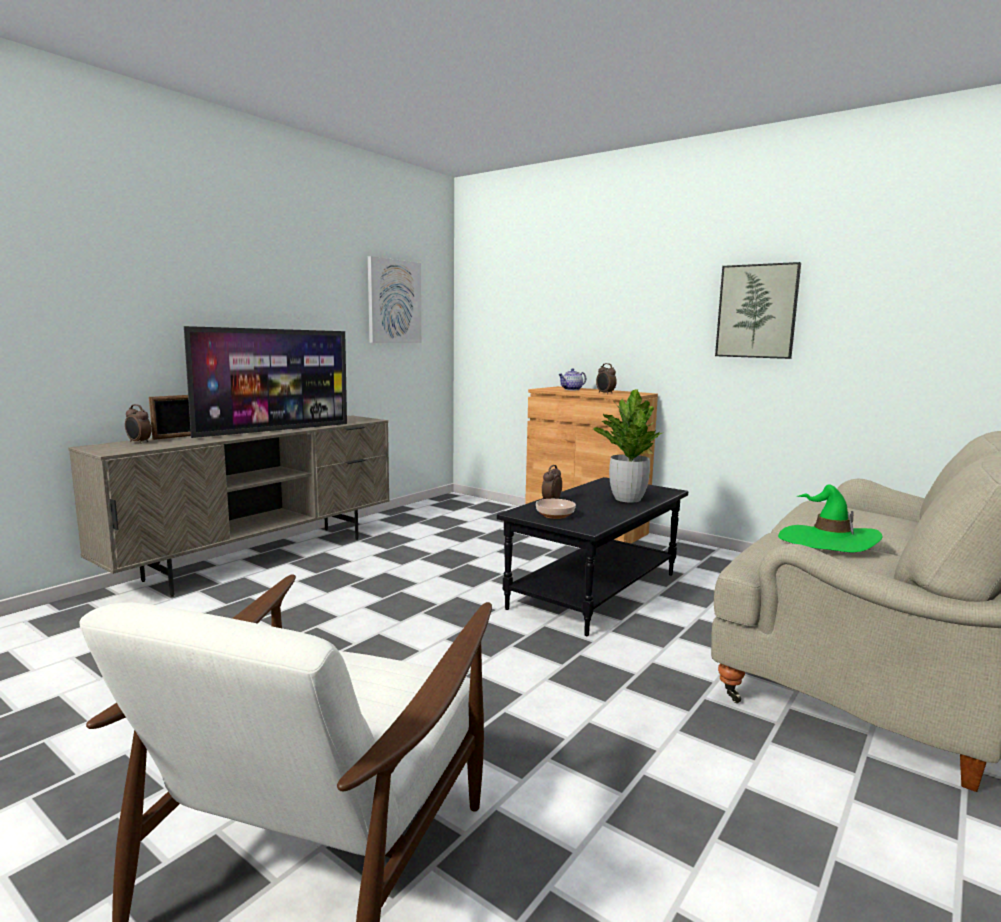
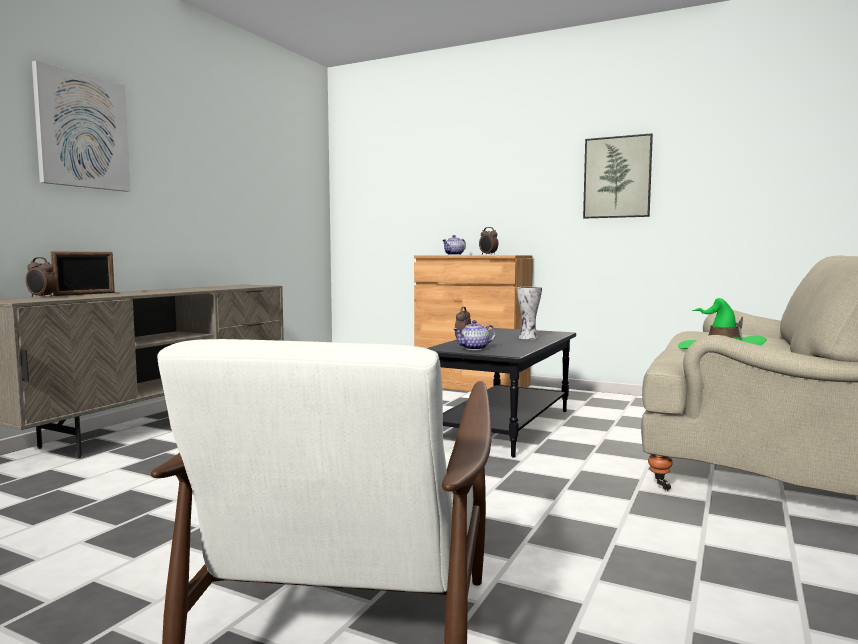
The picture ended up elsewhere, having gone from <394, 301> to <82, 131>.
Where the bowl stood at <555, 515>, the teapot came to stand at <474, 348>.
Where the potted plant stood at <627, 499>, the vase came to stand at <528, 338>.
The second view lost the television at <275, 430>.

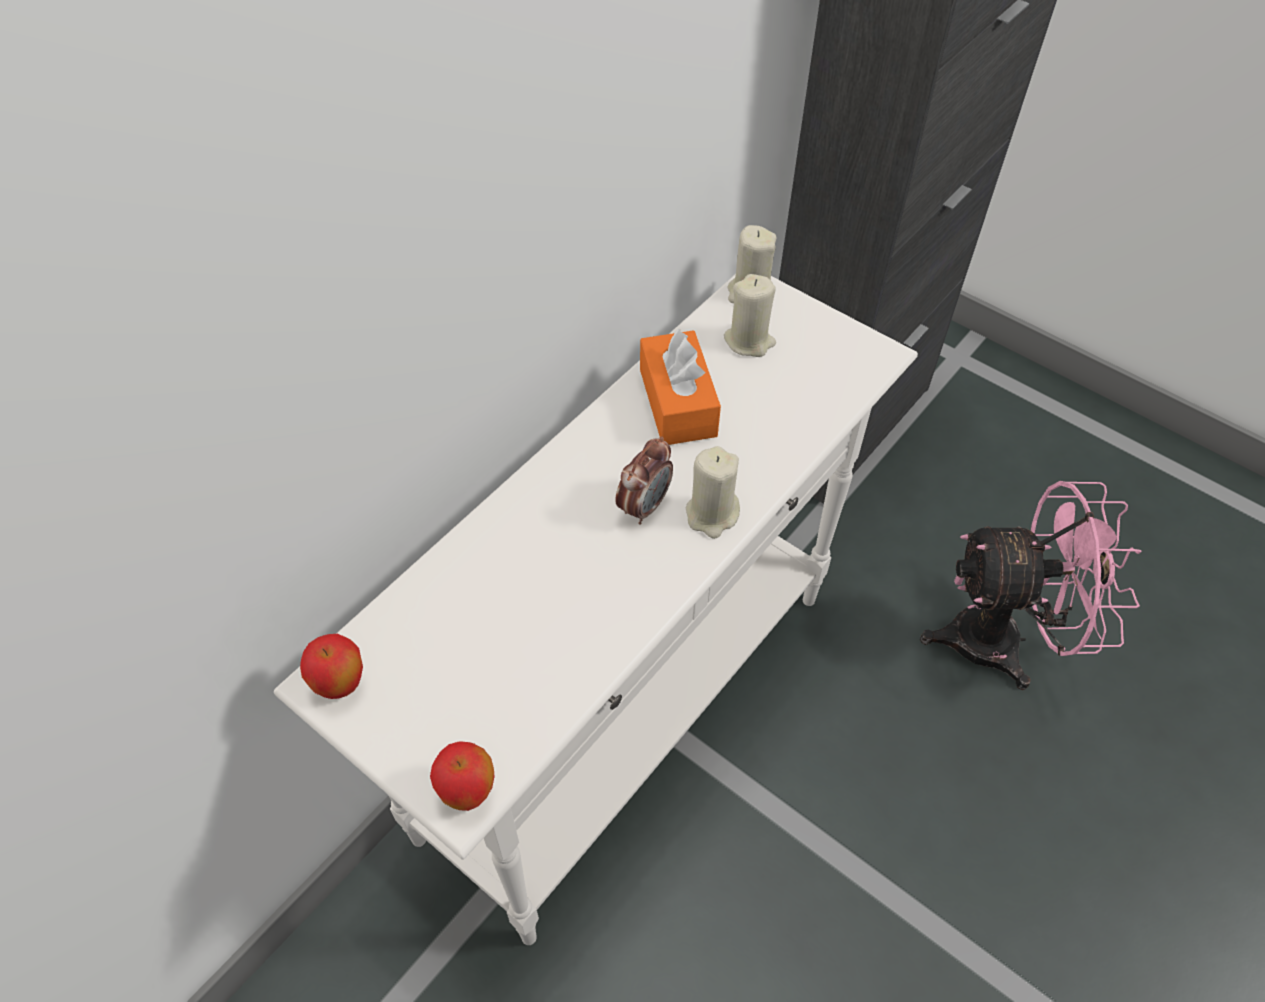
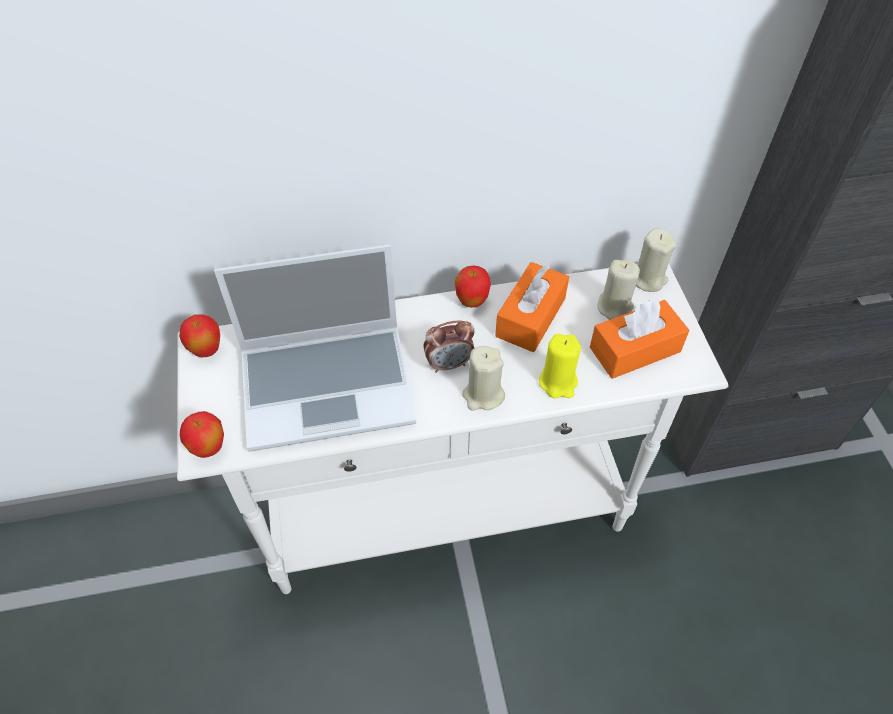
The second view gained the laptop at <329, 385>.
The second view gained the apple at <472, 302>.
The second view gained the yellow candle at <558, 382>.
The second view gained the orange tissue box at <635, 349>.
The second view lost the pink fan at <1003, 640>.

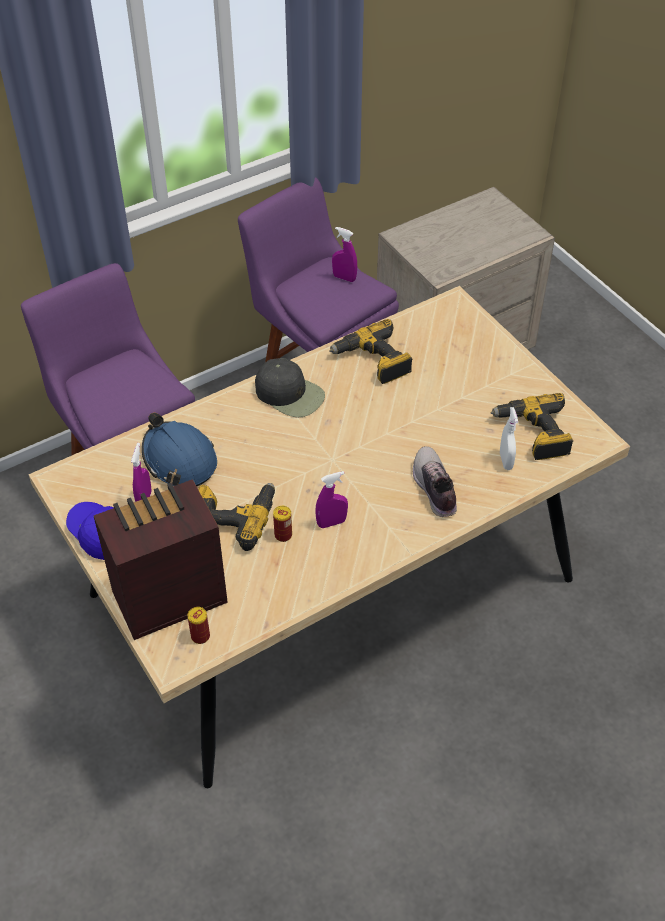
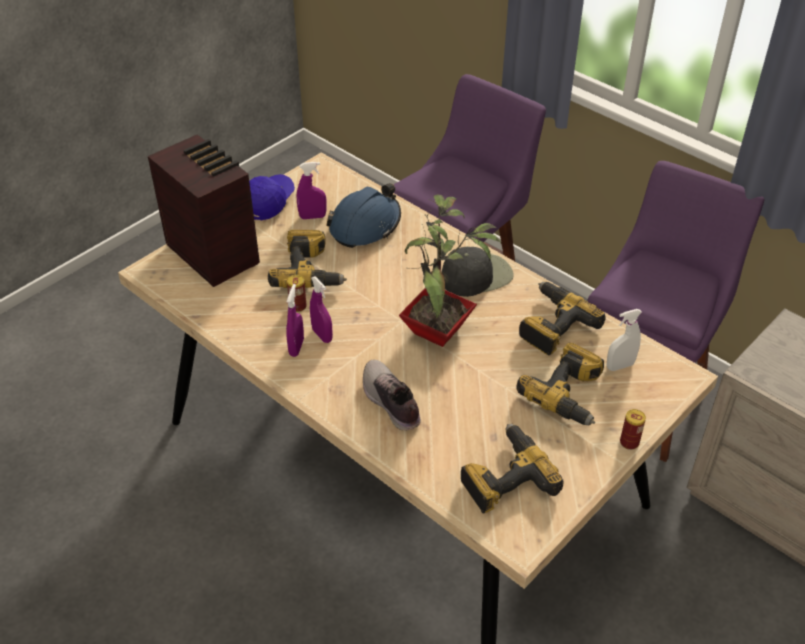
The purple spray bottle ended up elsewhere, having gone from <344, 278> to <296, 347>.
The shoe at <434, 488> ended up facing another way, 90 degrees counterclockwise from before.
The second view gained the potted plant at <440, 332>.
The black cap at <290, 394> ended up facing another way, 135 degrees counterclockwise from before.
The second view gained the power drill at <569, 394>.
The white spray bottle ended up elsewhere, having gone from <505, 461> to <620, 366>.
The can ended up elsewhere, having gone from <200, 636> to <629, 442>.

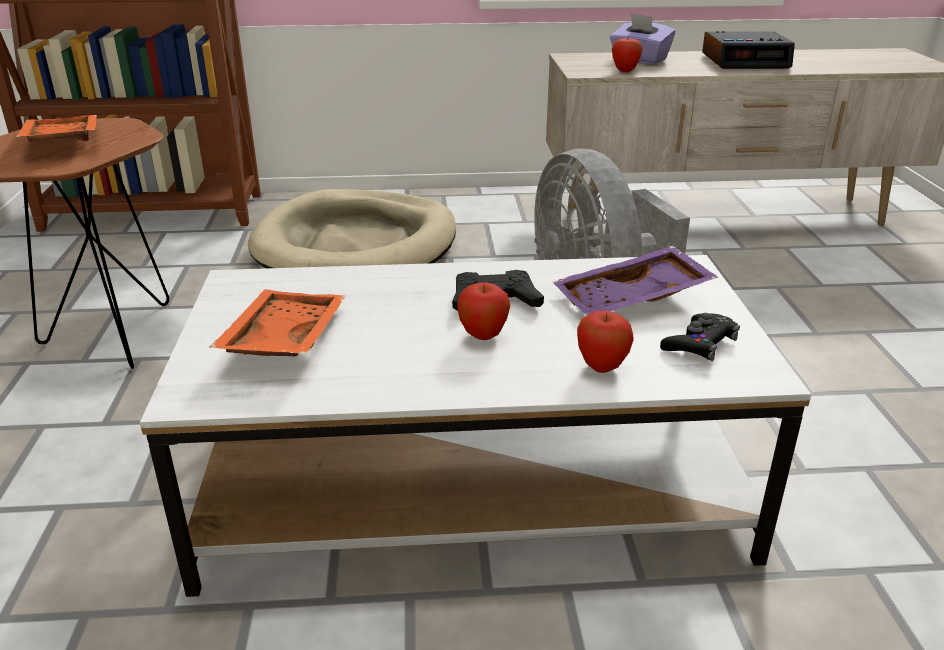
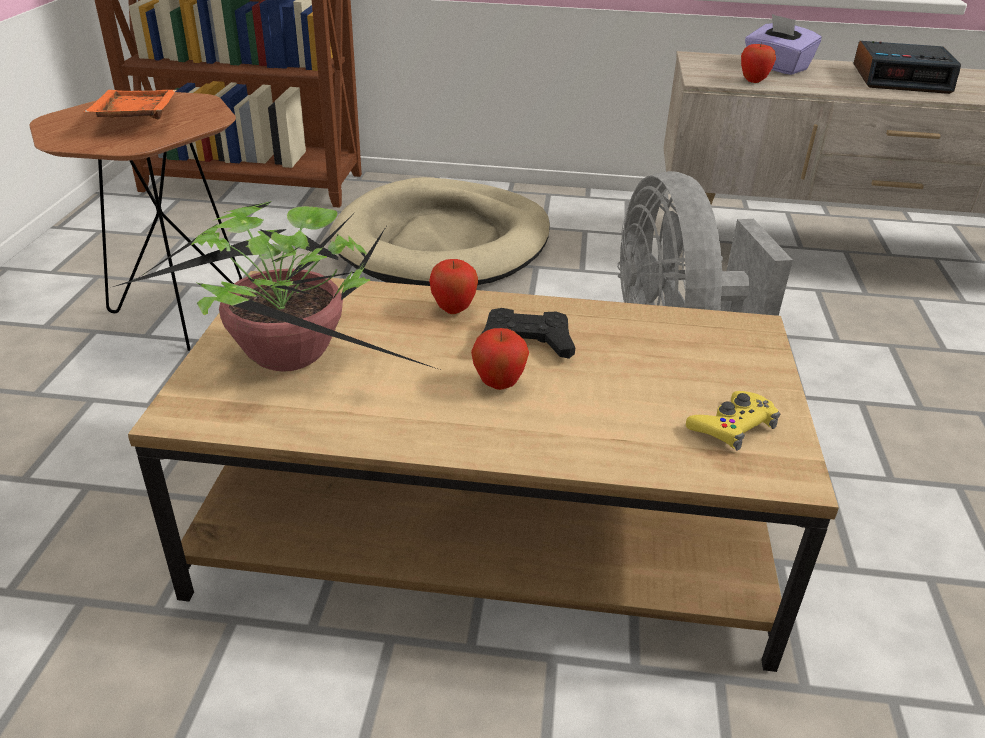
Where the orange tray stood at <282, 339>, the potted plant came to stand at <293, 360>.
What was the white coffee table at <471, 482> turned into the brown coffee table at <487, 525>.
The apple ended up elsewhere, having gone from <601, 367> to <453, 309>.
What was the black game controller at <700, 344> turned into the yellow game controller at <732, 426>.
The second view lost the purple tray at <632, 300>.

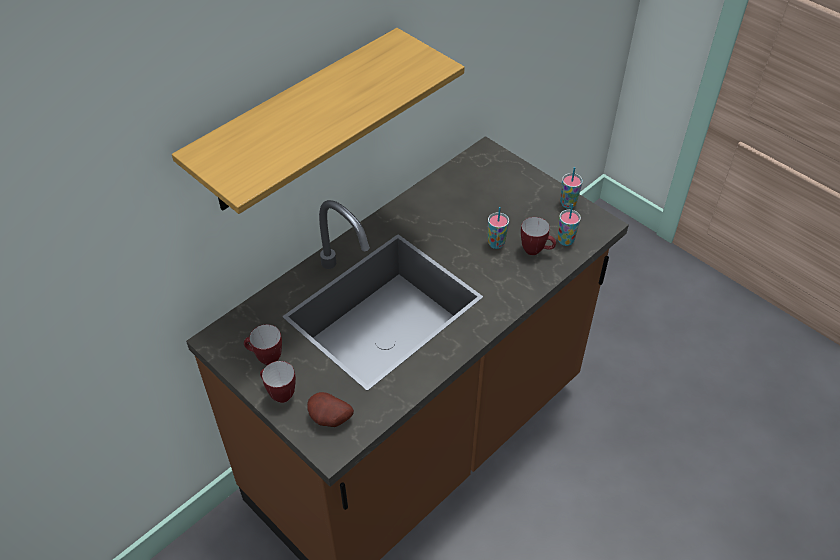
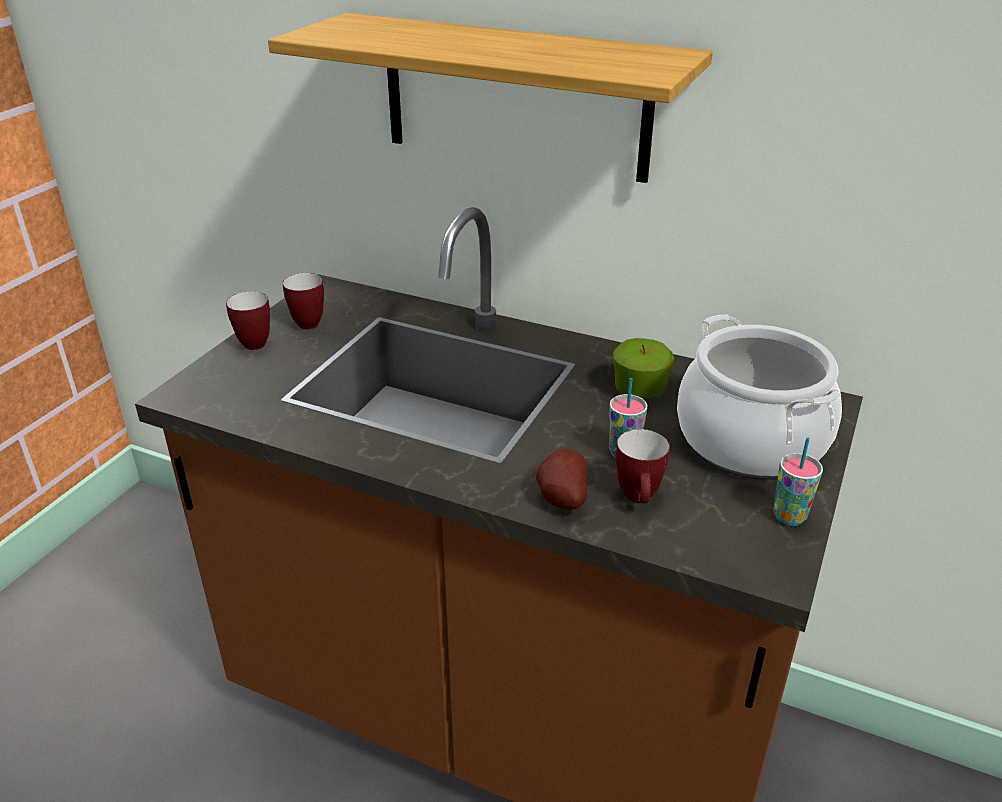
The potato ended up elsewhere, having gone from <329, 420> to <560, 499>.
The second view gained the apple at <639, 391>.
The second view gained the cooking pot at <751, 439>.
The second view lost the cup at <565, 240>.

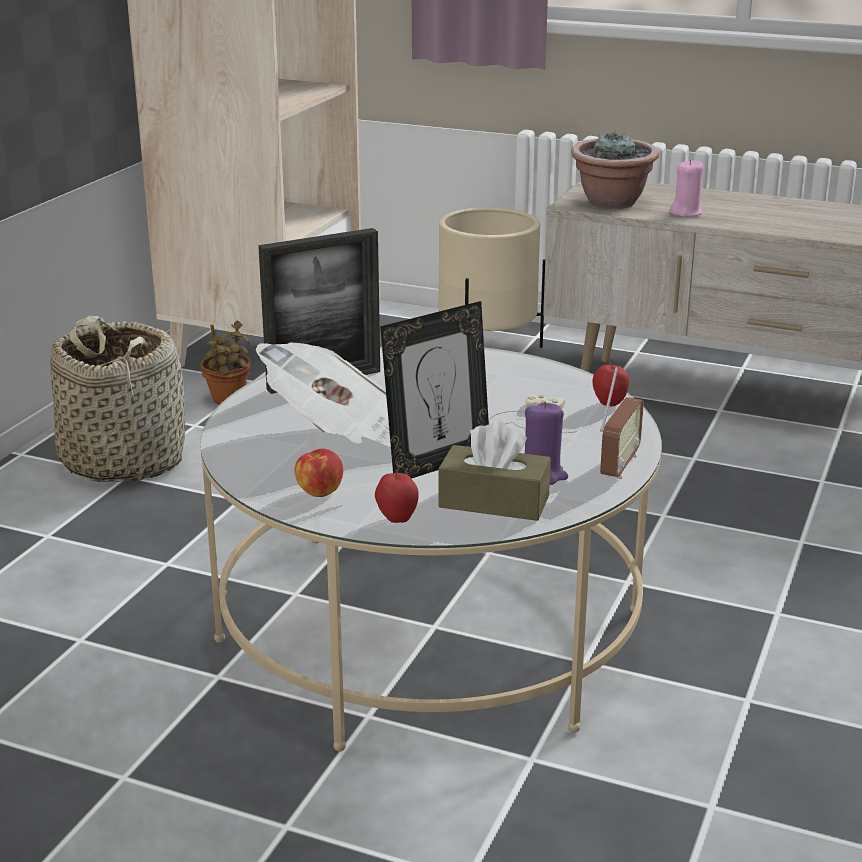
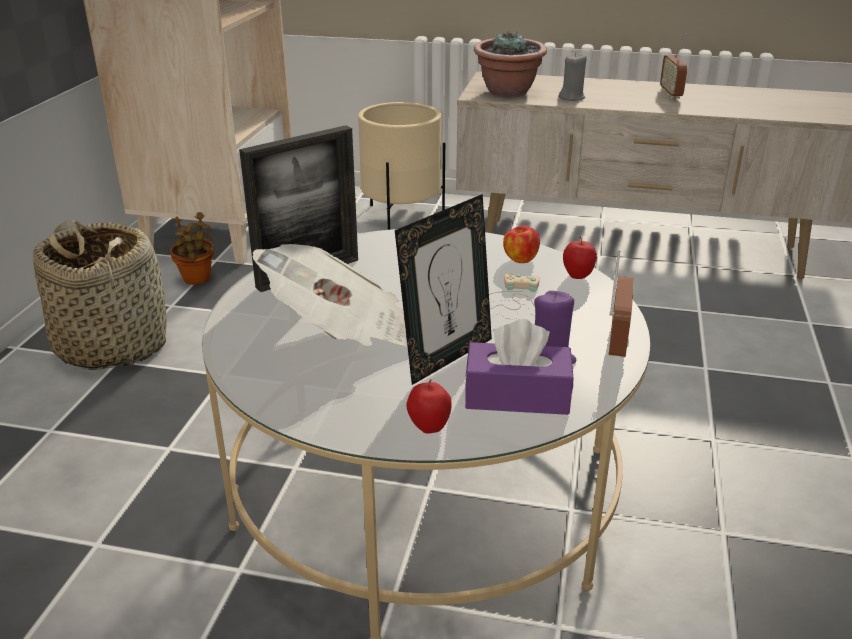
What was the brown tissue box at <494, 501> turned into the purple tissue box at <517, 396>.
The apple ended up elsewhere, having gone from <319, 492> to <520, 259>.
What was the pink candle at <686, 213> turned into the grey candle at <571, 97>.
The second view gained the radio at <671, 94>.

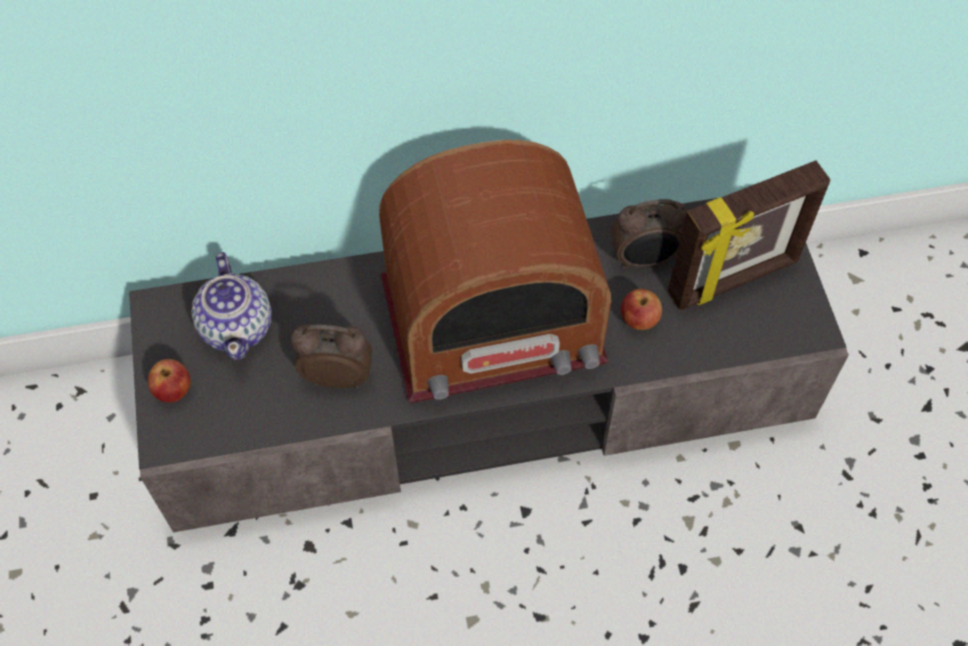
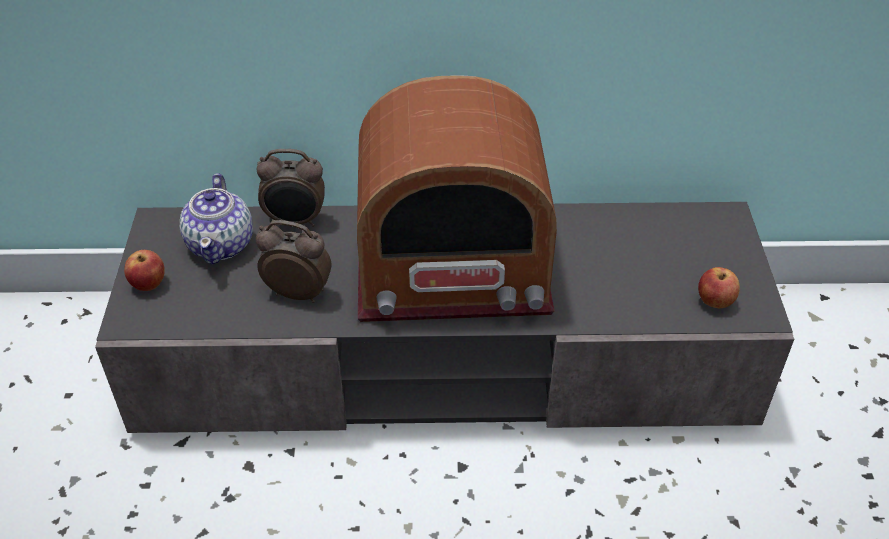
The alarm clock ended up elsewhere, having gone from <644, 259> to <295, 221>.
The apple ended up elsewhere, having gone from <638, 320> to <714, 301>.
The second view lost the picture frame at <734, 279>.

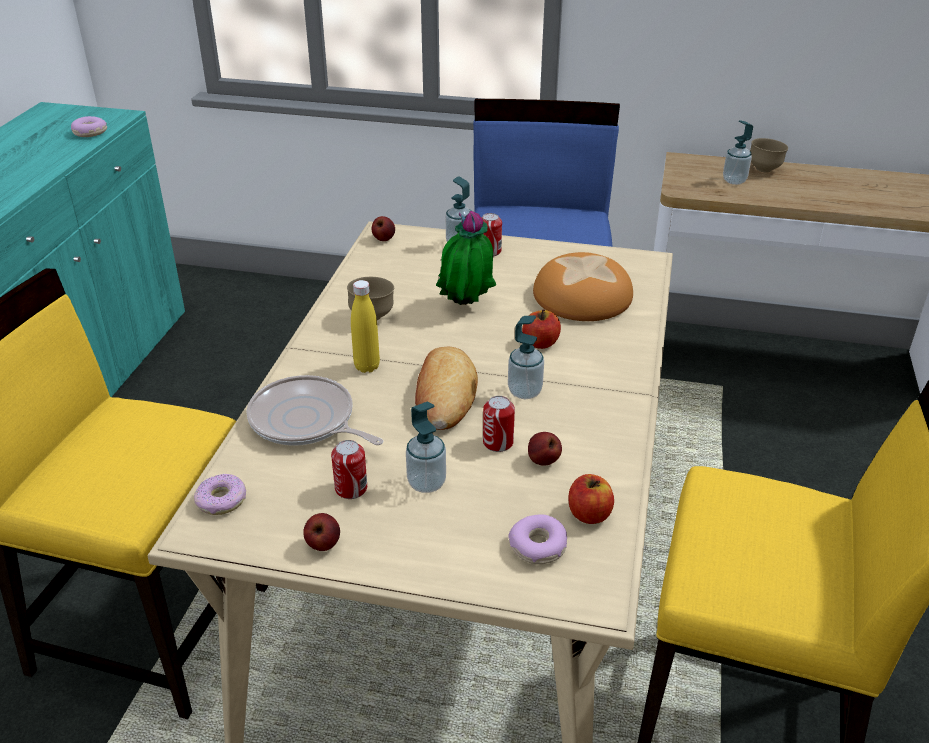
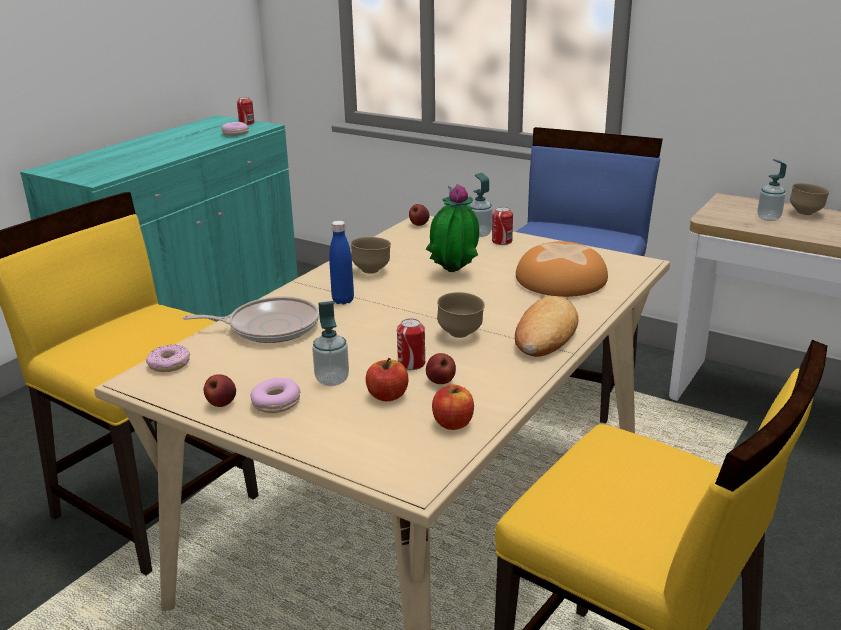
The frying pan at <306, 421> ended up facing another way, 120 degrees clockwise from before.
The can ended up elsewhere, having gone from <351, 488> to <246, 123>.
The donut ended up elsewhere, having gone from <538, 547> to <276, 403>.
What was the yellow bottle at <367, 366> turned into the blue bottle at <343, 300>.
The apple ended up elsewhere, having gone from <540, 343> to <387, 396>.
Where the soap dispenser stood at <524, 392>, the brown bowl came to stand at <460, 334>.
The bread ended up elsewhere, having gone from <444, 395> to <545, 334>.

